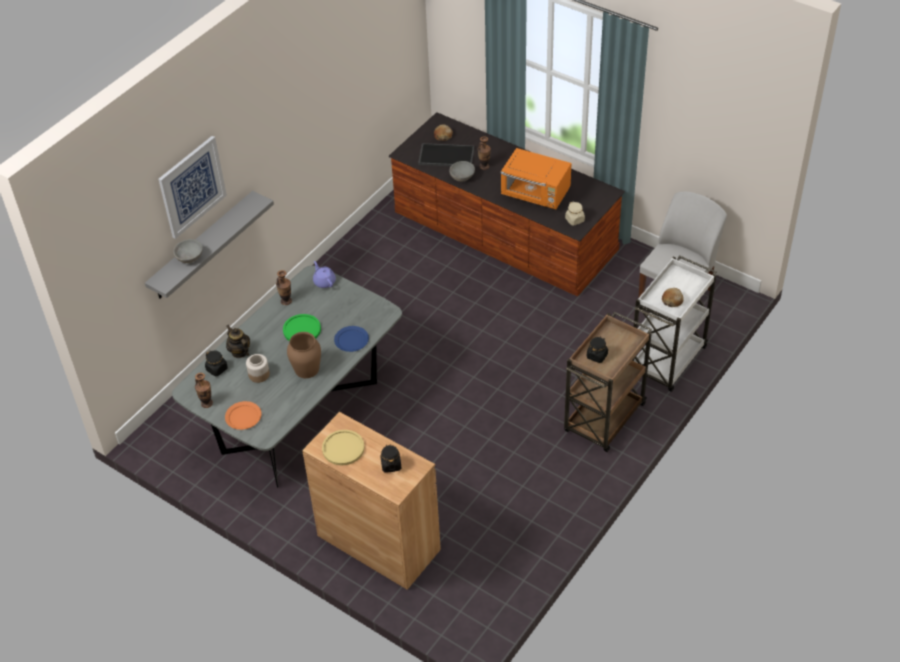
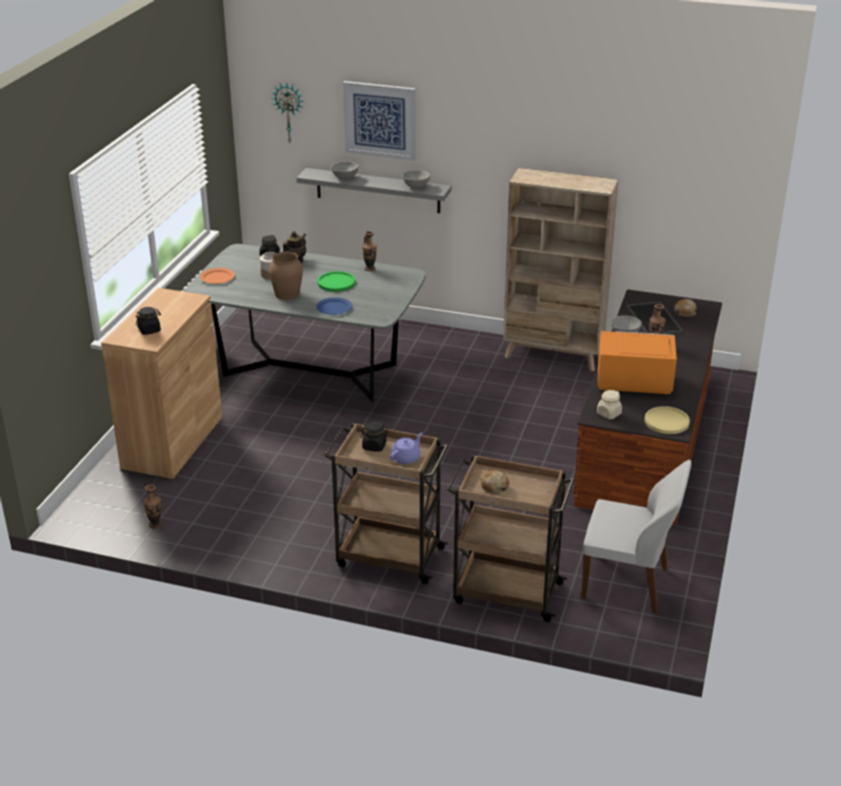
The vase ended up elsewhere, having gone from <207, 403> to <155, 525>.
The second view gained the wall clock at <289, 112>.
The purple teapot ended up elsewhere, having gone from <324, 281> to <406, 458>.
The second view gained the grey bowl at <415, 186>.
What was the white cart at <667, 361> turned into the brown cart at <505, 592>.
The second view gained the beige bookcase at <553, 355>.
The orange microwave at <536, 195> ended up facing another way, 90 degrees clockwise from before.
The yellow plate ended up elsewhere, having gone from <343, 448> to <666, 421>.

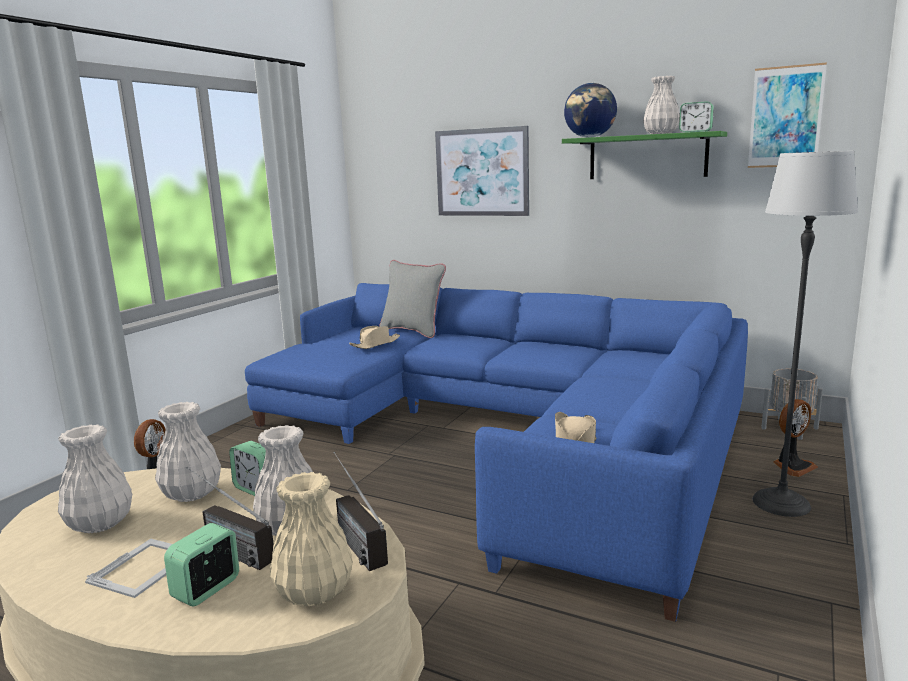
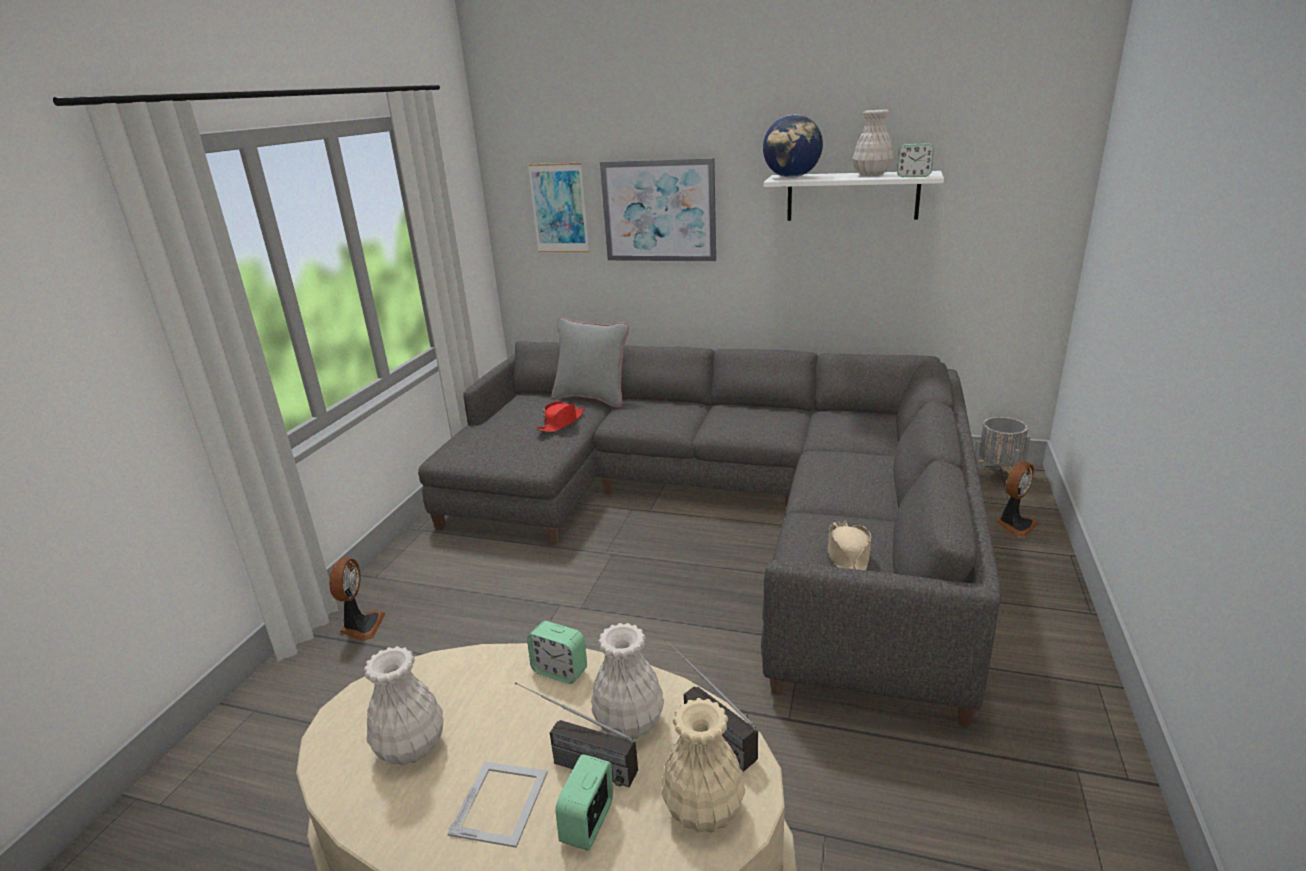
What was the blue sofa at <510, 432> turned into the grey sofa at <723, 509>.
The picture ended up elsewhere, having gone from <785, 117> to <559, 208>.
What was the beige hat at <375, 344> turned into the red hat at <561, 423>.
What was the green shelf at <647, 157> turned into the white shelf at <852, 196>.
The second view lost the white vase at <192, 493>.
The second view lost the floor lamp at <781, 503>.

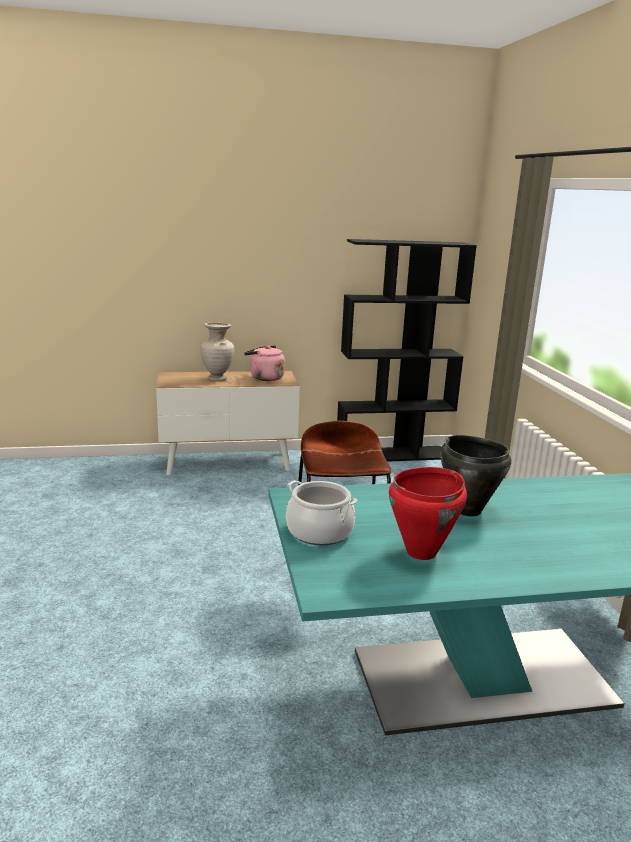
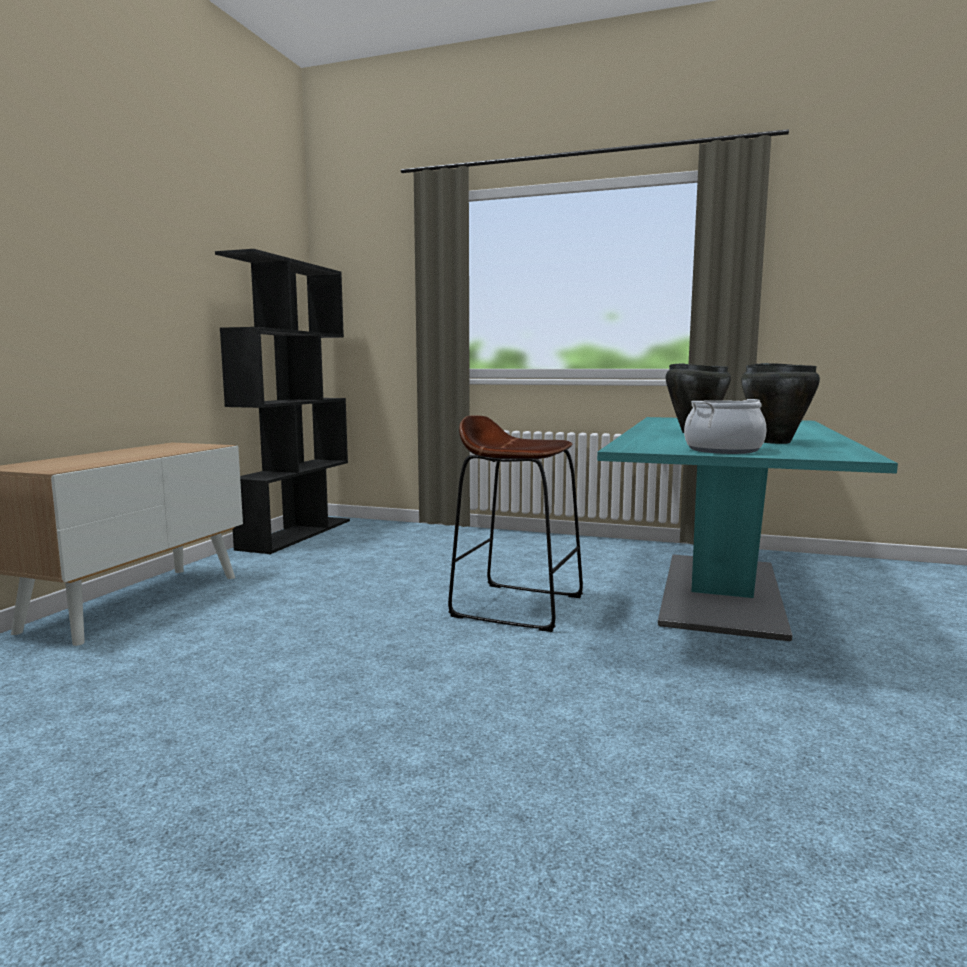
What was the red cooking pot at <422, 552> turned into the black cooking pot at <775, 442>.
The second view lost the beige vase at <217, 379>.
The second view lost the pink kettle at <264, 378>.

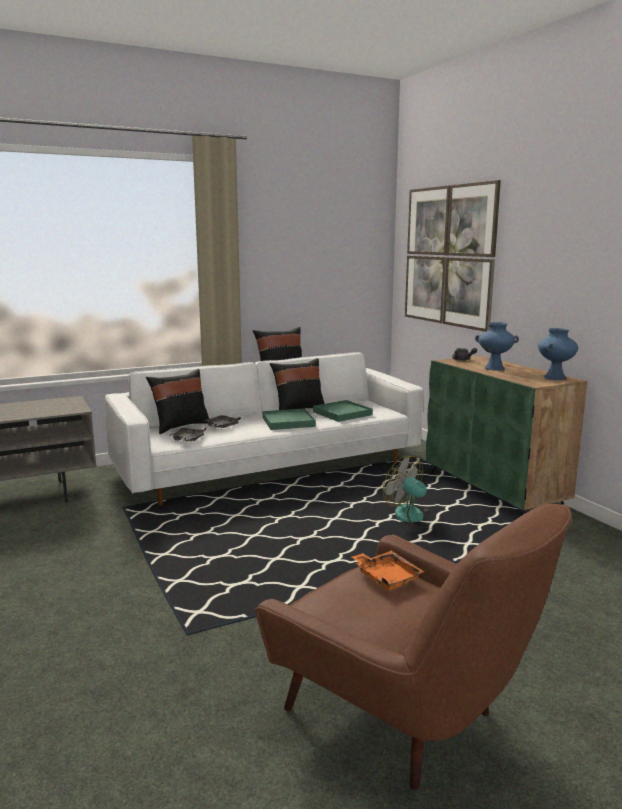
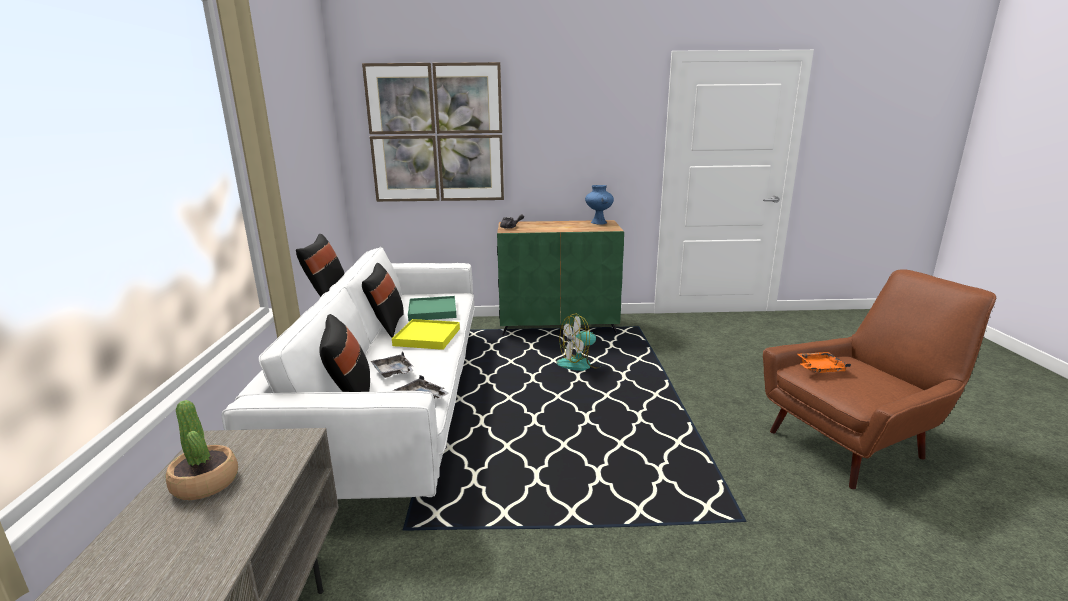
The second view gained the potted plant at <205, 483>.
What was the green tray at <288, 422> turned into the yellow tray at <427, 337>.
The second view lost the blue vase at <493, 368>.

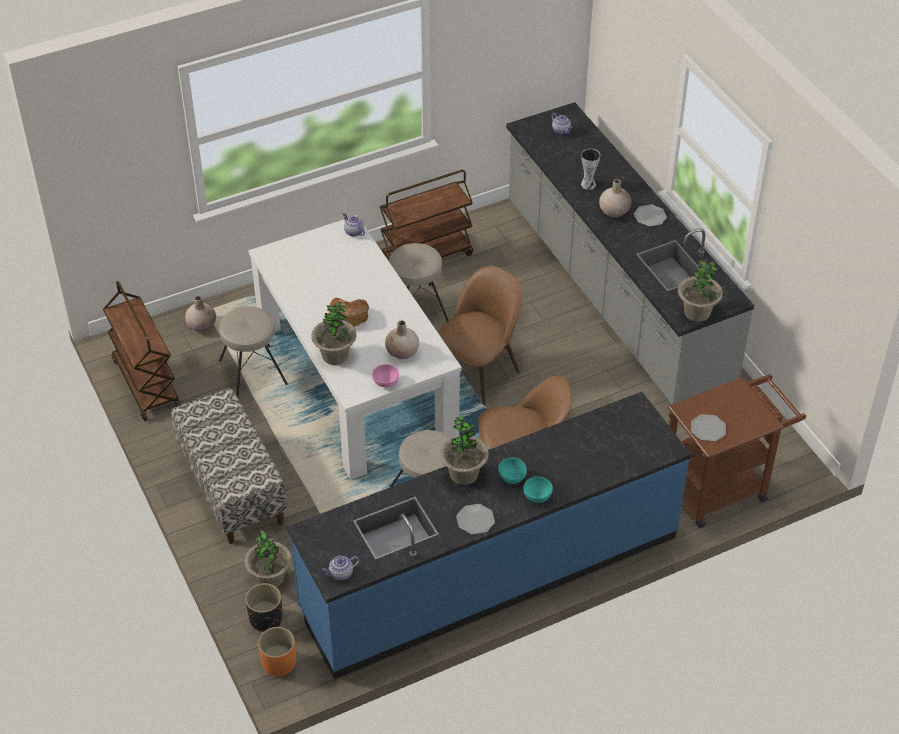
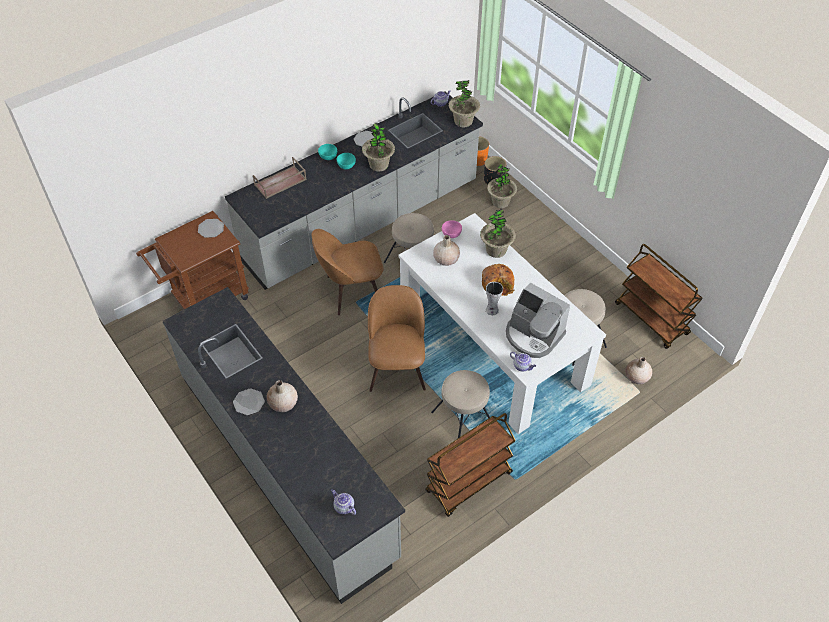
What was the blue counter at <490, 573> turned into the grey counter at <362, 222>.
The second view gained the brown tray at <280, 182>.
The brown chair at <478, 371> ended up facing another way, 150 degrees clockwise from before.
The potted plant ended up elsewhere, having gone from <697, 312> to <463, 121>.
The vase ended up elsewhere, having gone from <589, 184> to <491, 310>.
The second view gained the coffee machine at <533, 335>.
The second view lost the bench at <231, 487>.

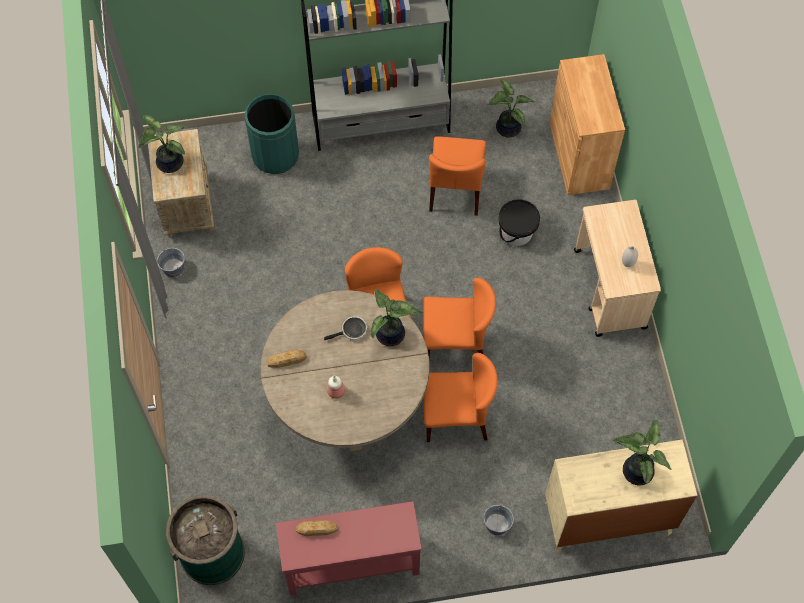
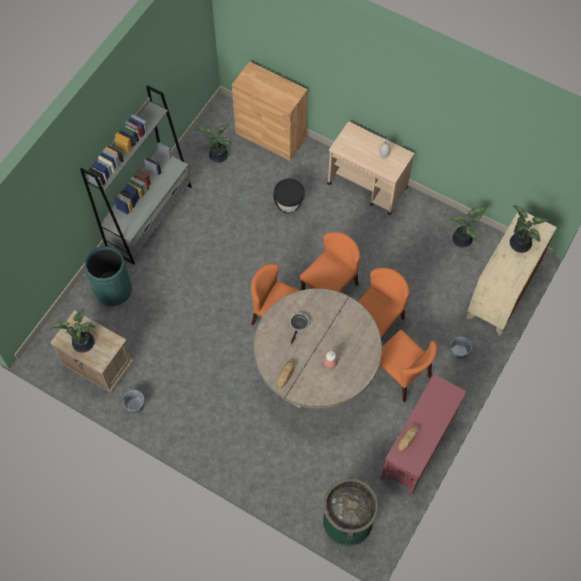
The orange chair ended up elsewhere, having gone from <455, 190> to <401, 374>.
The potted plant ended up elsewhere, having gone from <391, 336> to <463, 240>.

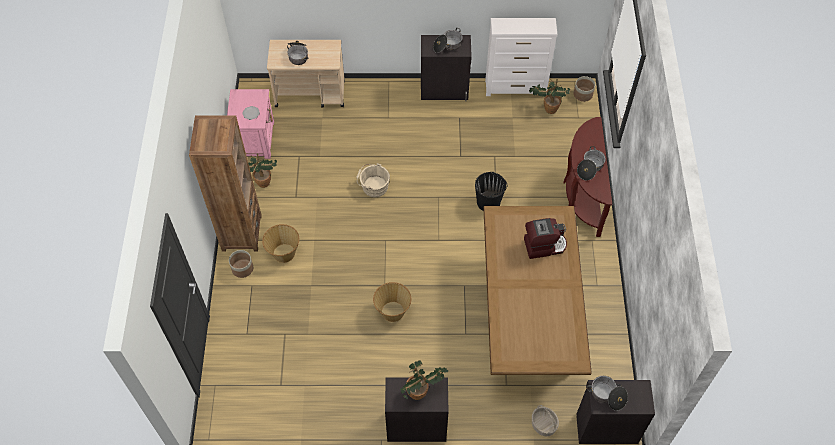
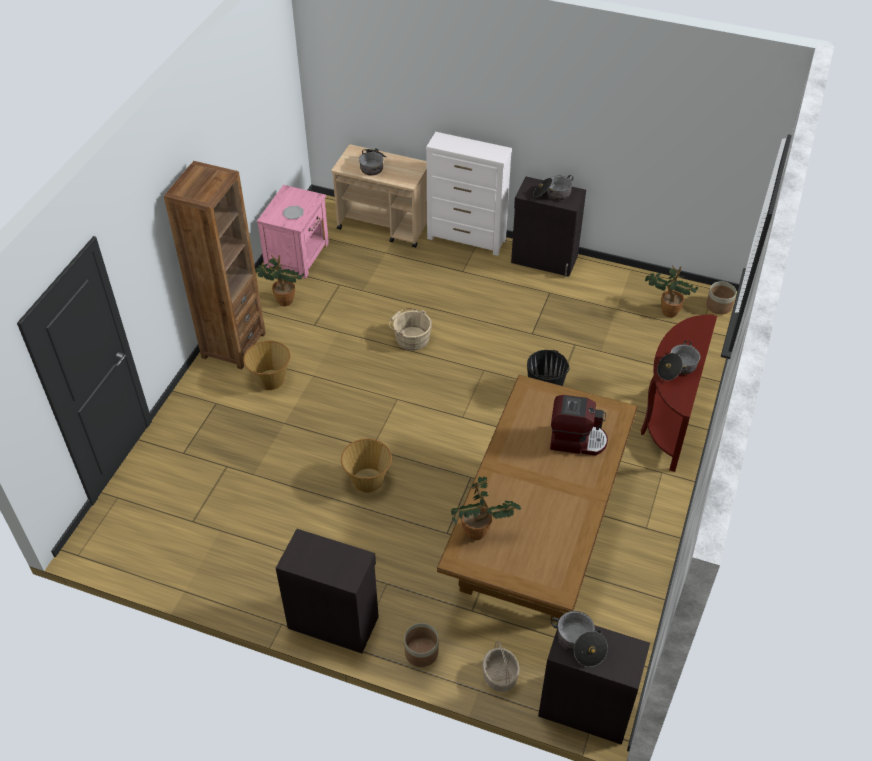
The planter ended up elsewhere, having gone from <242, 268> to <421, 652>.
The white dresser ended up elsewhere, having gone from <516, 88> to <467, 239>.
The potted plant ended up elsewhere, having gone from <421, 392> to <481, 532>.

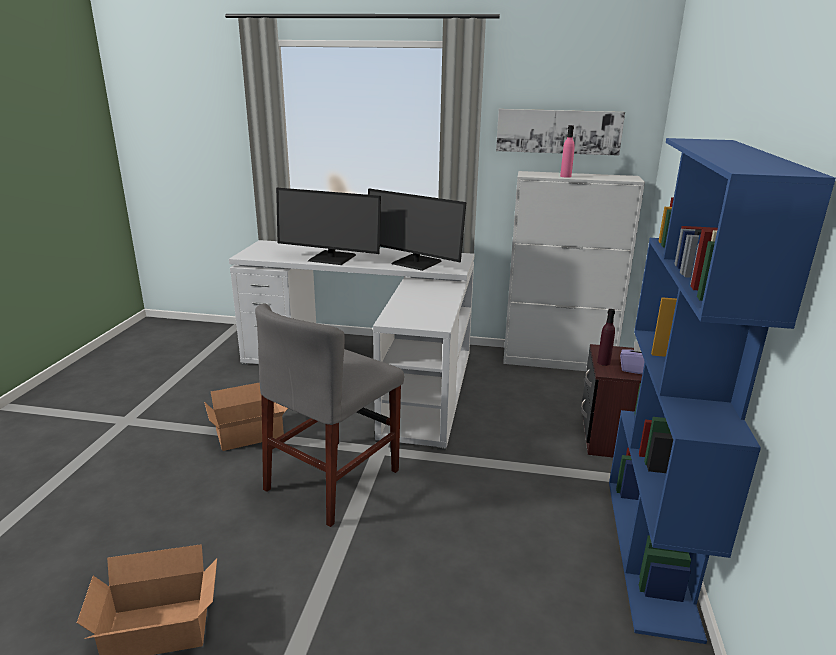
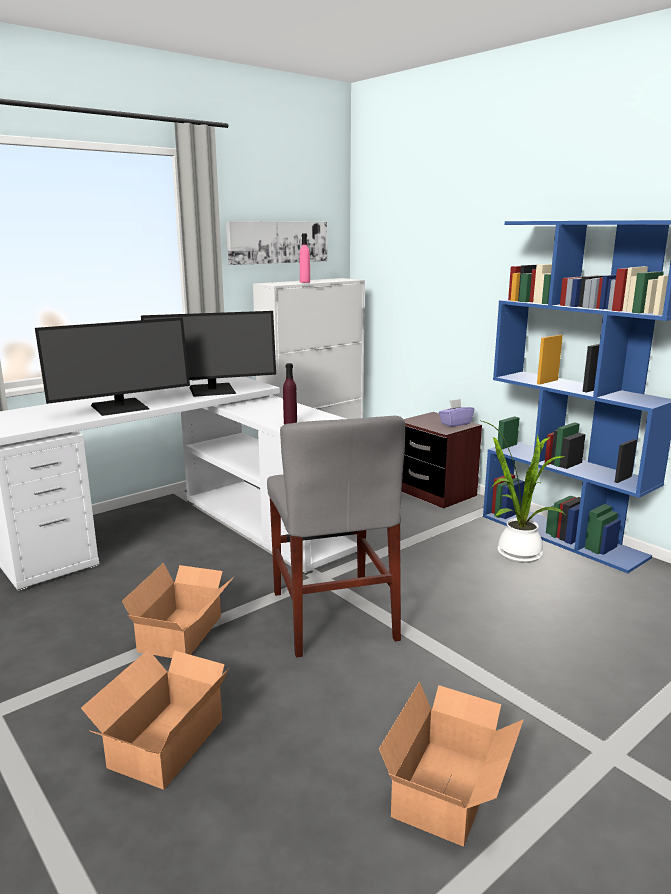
The second view gained the cardboard box at <161, 743>.
The purple bottle ended up elsewhere, having gone from <603, 362> to <290, 423>.
The second view gained the potted plant at <515, 553>.

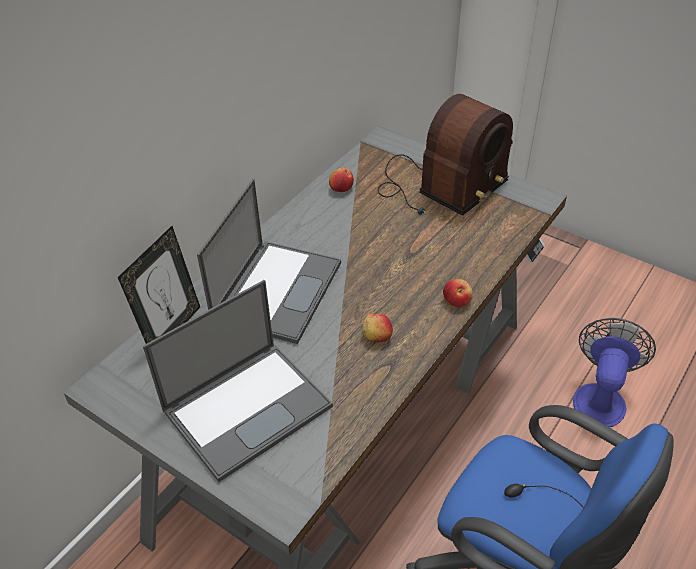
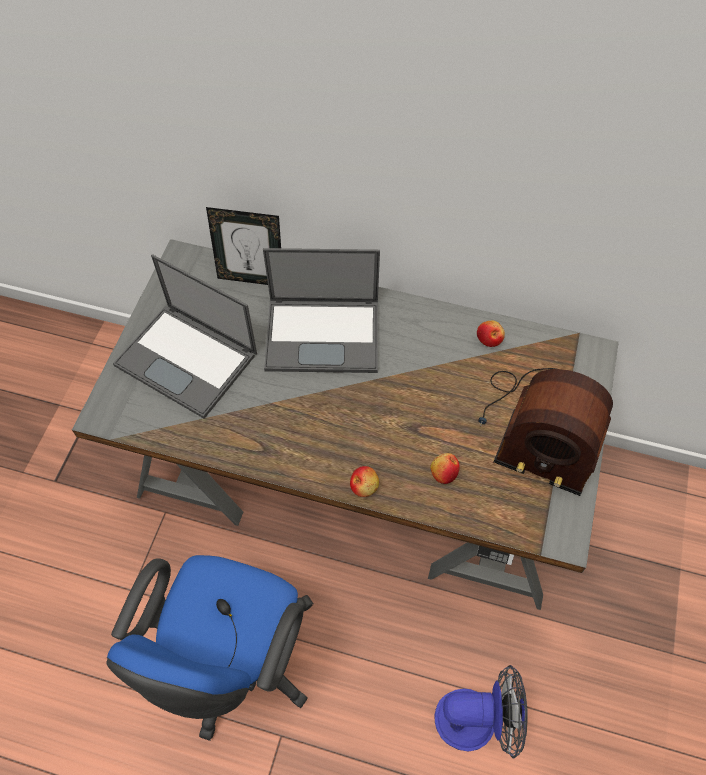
The apple ended up elsewhere, having gone from <376, 336> to <443, 473>.

